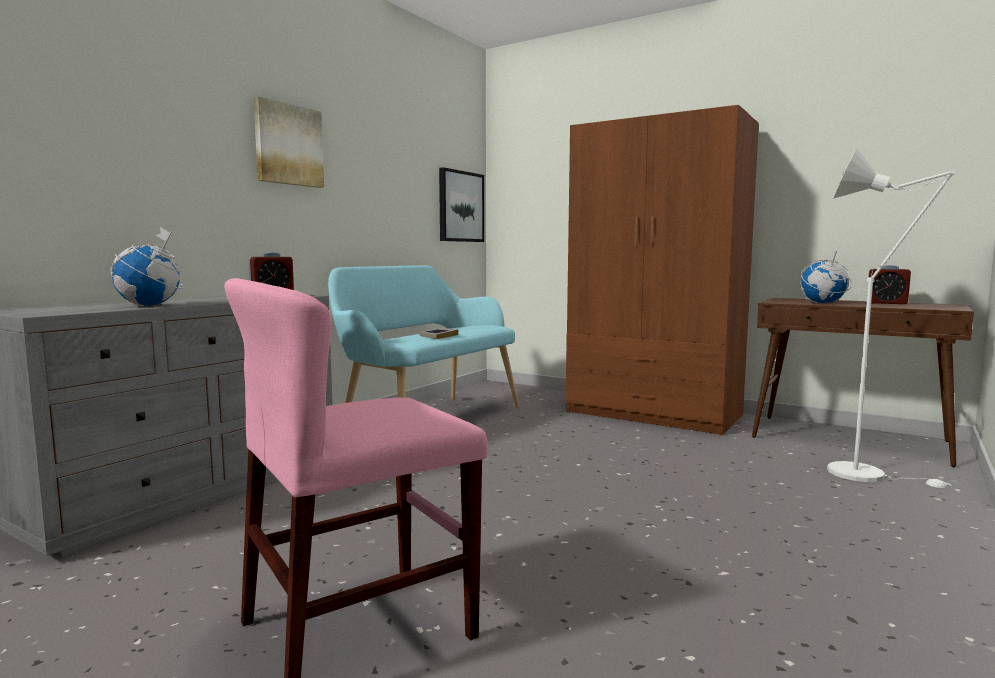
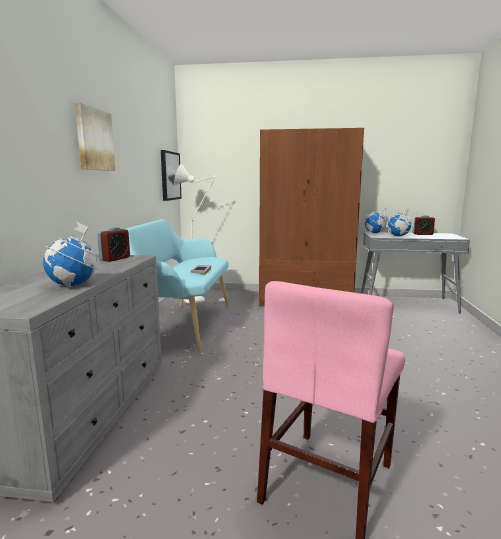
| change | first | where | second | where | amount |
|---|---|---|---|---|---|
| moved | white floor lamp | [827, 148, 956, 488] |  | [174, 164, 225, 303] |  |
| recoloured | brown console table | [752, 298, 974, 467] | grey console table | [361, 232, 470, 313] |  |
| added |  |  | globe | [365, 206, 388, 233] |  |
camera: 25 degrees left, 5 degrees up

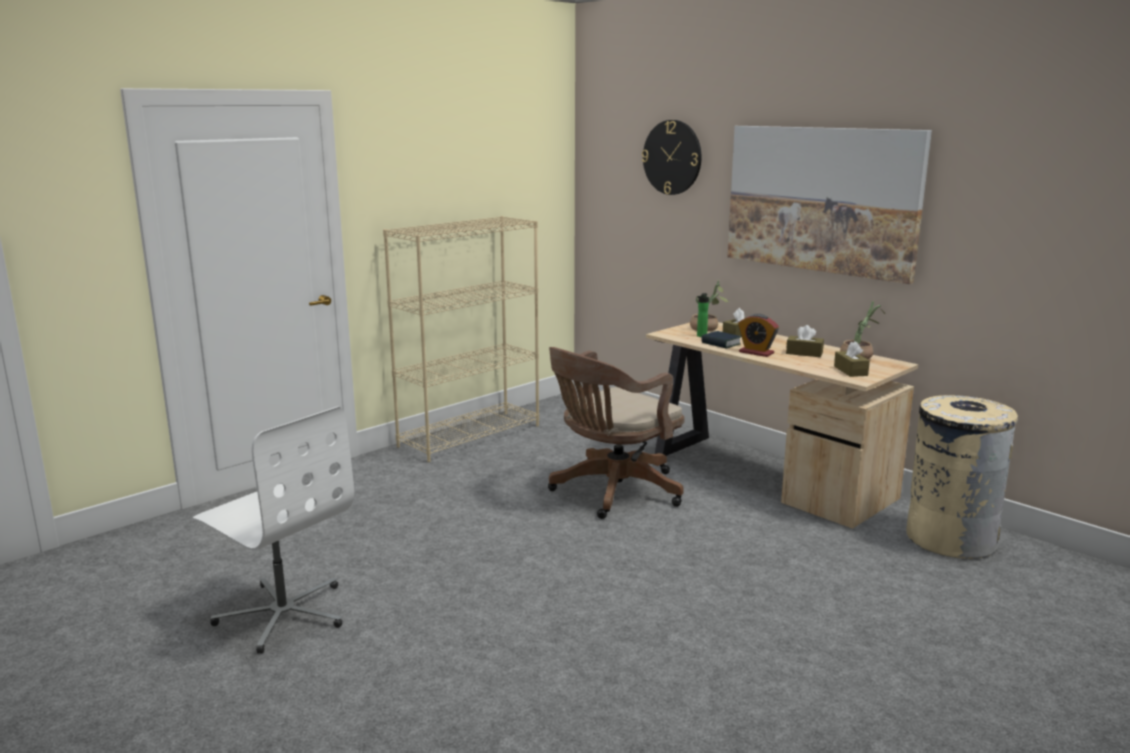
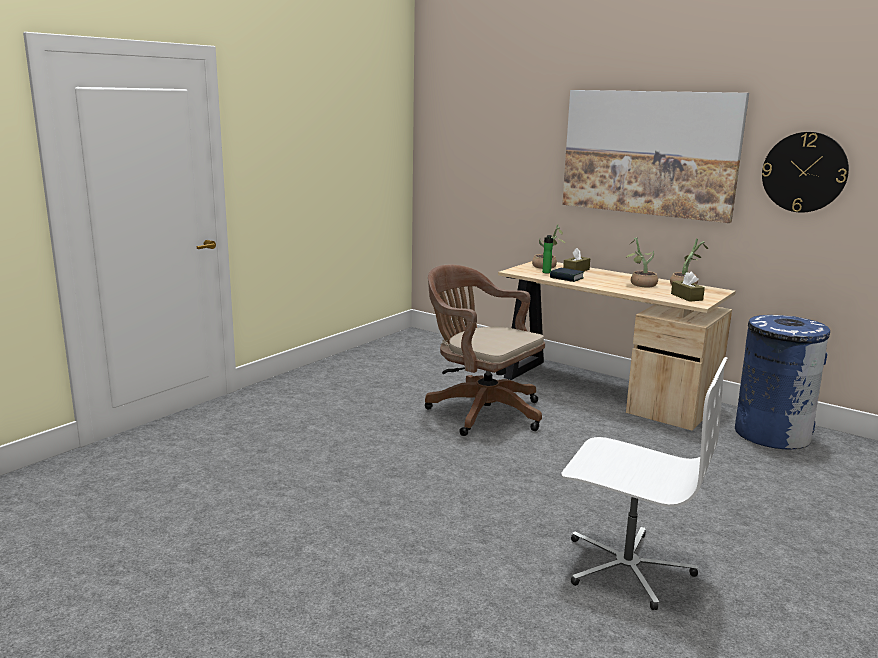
| change | first | where | second | where | amount |
|---|---|---|---|---|---|
| turned | brown office chair | [548, 347, 684, 519] |  | [424, 265, 545, 436] | 90 degrees clockwise |
| moved | white office chair | [193, 406, 354, 654] |  | [561, 357, 728, 610] |  |
| replaced | brown tissue box | [786, 325, 824, 357] | potted plant | [626, 237, 658, 287] |  |
| recoloured | beige trash can | [906, 395, 1018, 559] | blue trash can | [735, 315, 830, 449] |  |
| moved | wall clock | [642, 120, 702, 195] |  | [762, 132, 849, 212] |  |
| removed | beige bookcase | [383, 216, 539, 462] |  |  |  |
| removed | alarm clock | [738, 314, 779, 357] |  |  |  |
camera: 10 degrees left, 0 degrees up

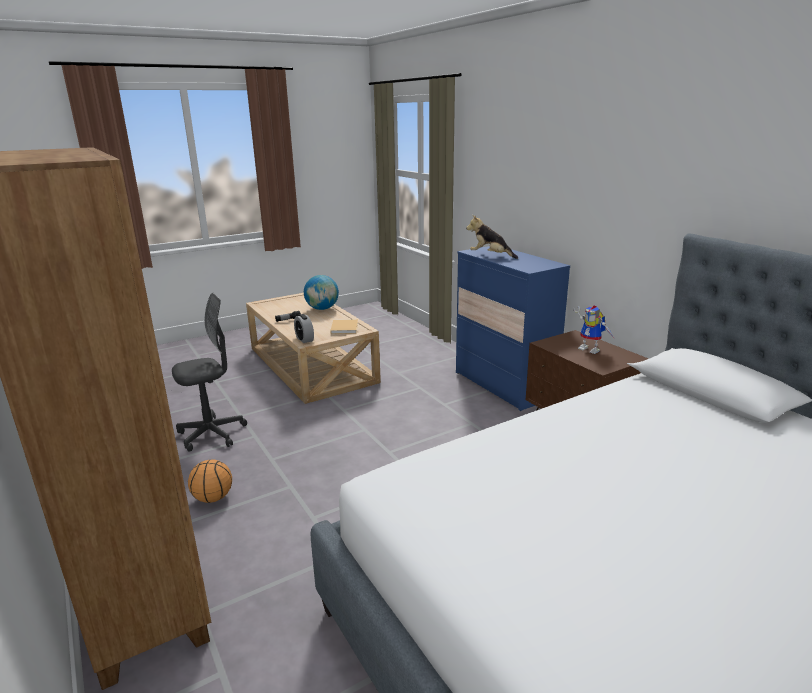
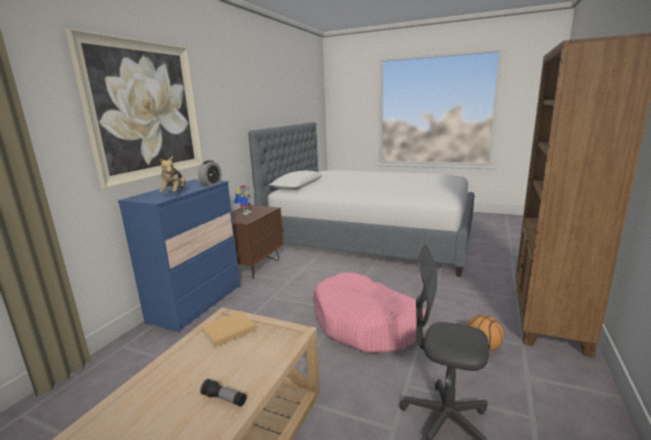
| change | first | where | second | where | amount |
|---|---|---|---|---|---|
| added |  |  | picture | [65, 28, 203, 188] |  |
| moved | alarm clock | [294, 314, 314, 343] |  | [198, 160, 222, 186] |  |
| added |  |  | pink dog bed | [314, 272, 426, 353] |  |
| removed | globe | [304, 275, 339, 310] |  |  |  |
camera: 125 degrees left, 5 degrees down

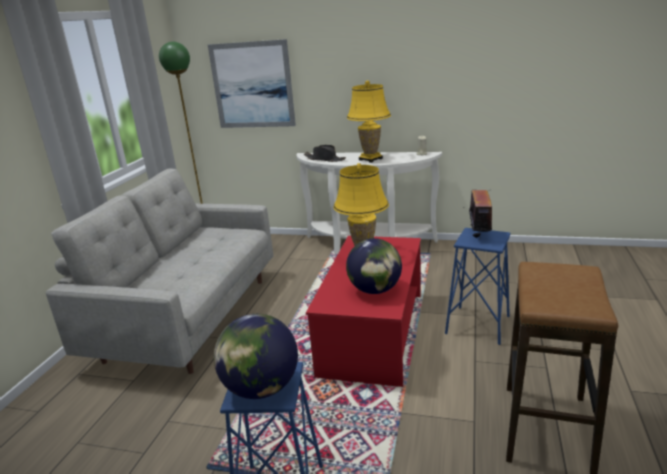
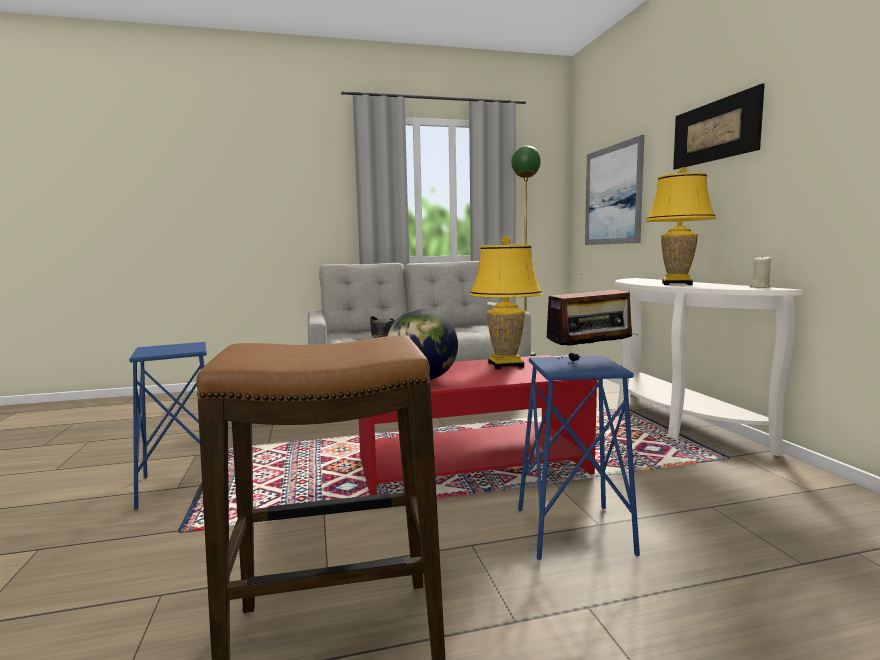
| change | first | where | second | where | amount |
|---|---|---|---|---|---|
| moved | black hat | [304, 145, 346, 162] |  | [370, 316, 395, 338] |  |
| added |  |  | picture | [673, 84, 765, 170] |  |
| removed | globe | [214, 314, 298, 399] |  |  |  |
camera: 60 degrees right, 15 degrees down

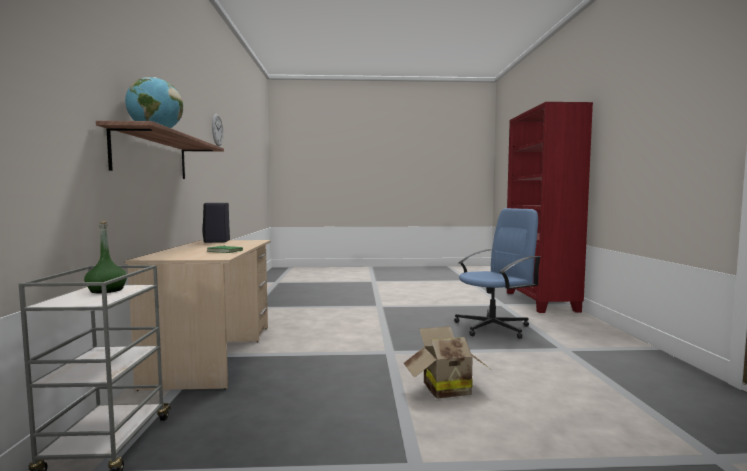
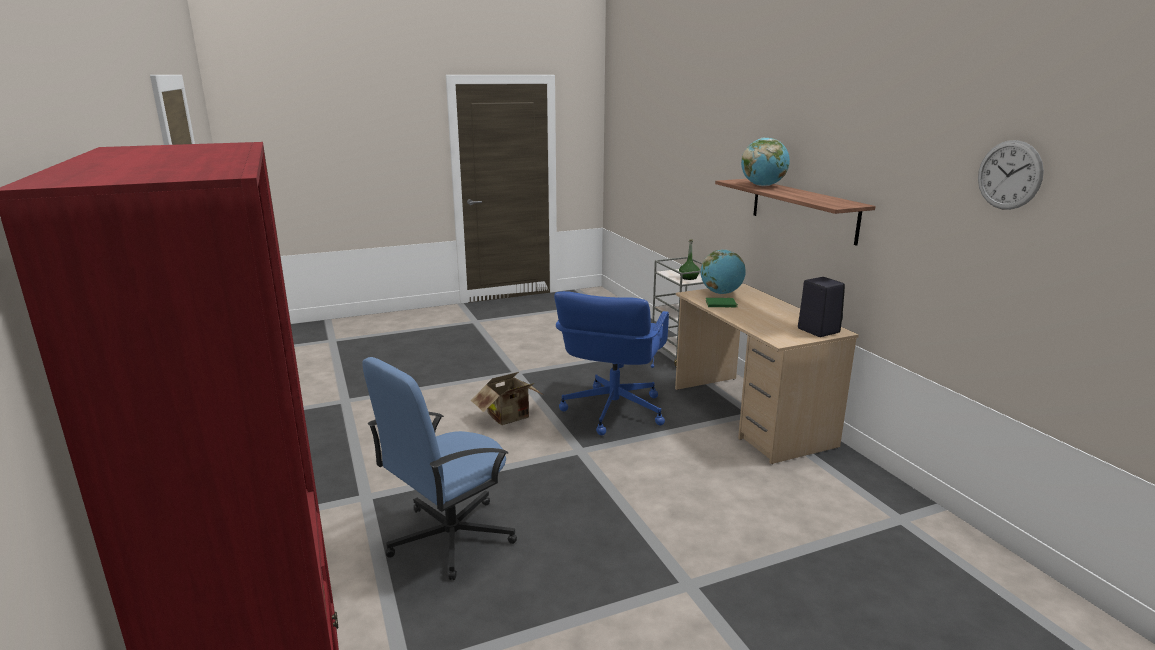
| change | first | where | second | where | amount |
|---|---|---|---|---|---|
| added |  |  | blue office chair | [554, 291, 669, 435] |  |
| added |  |  | globe | [701, 249, 746, 294] |  |
camera: 160 degrees right, 15 degrees up

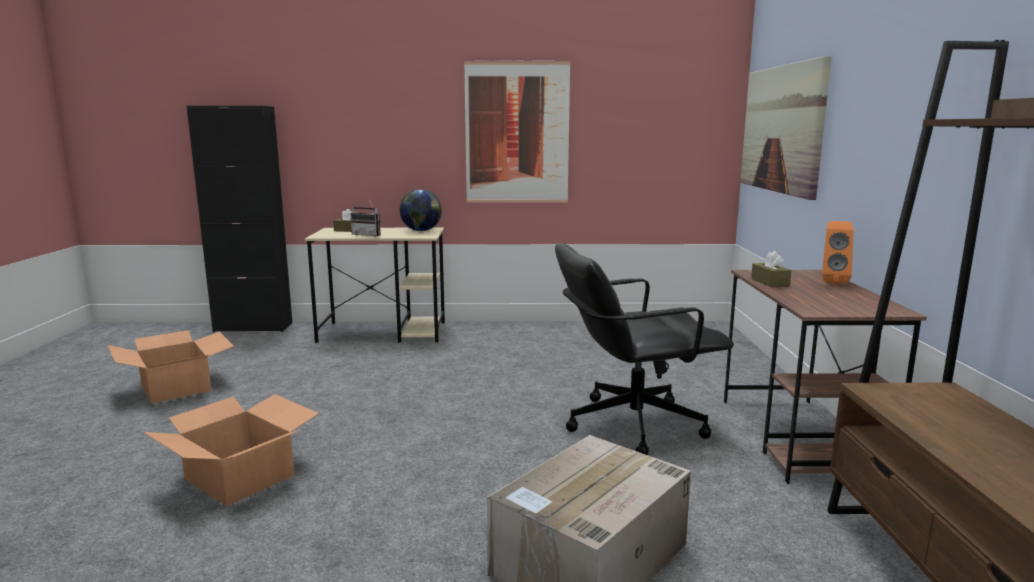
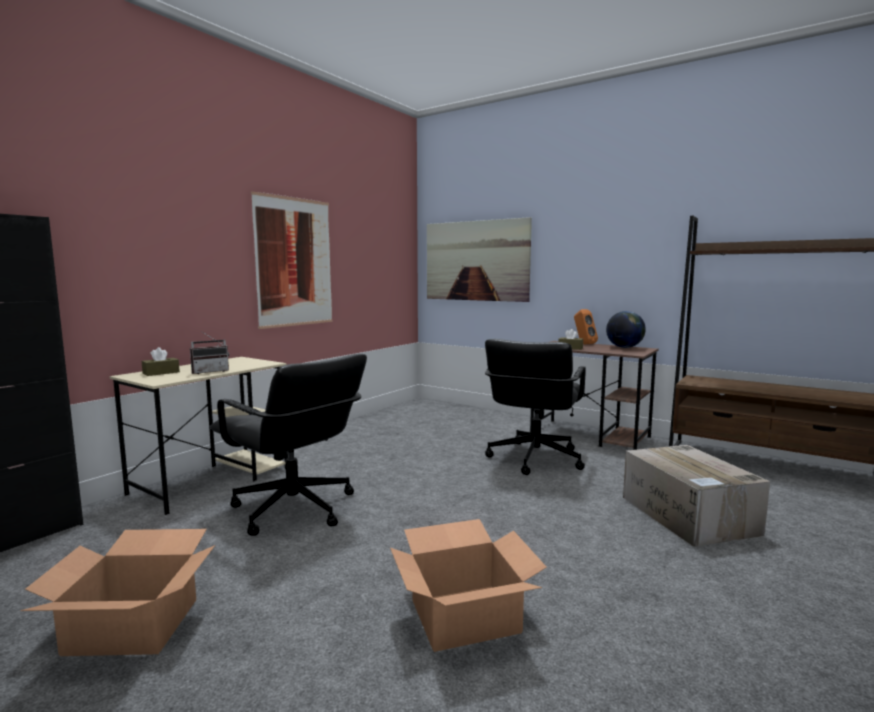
| change | first | where | second | where | amount |
|---|---|---|---|---|---|
| added |  |  | black office chair | [210, 354, 367, 536] |  |
| moved | globe | [400, 189, 442, 231] |  | [606, 311, 646, 348] |  |
camera: 55 degrees left, 5 degrees down

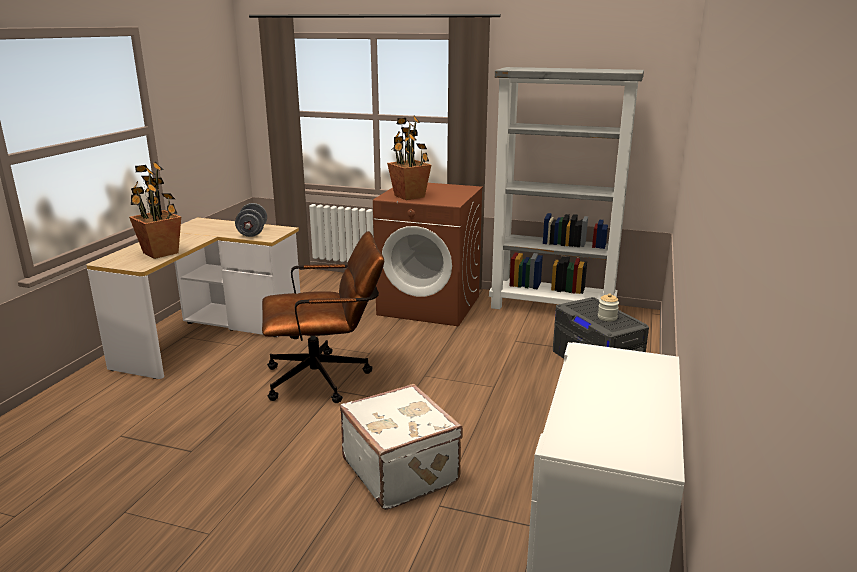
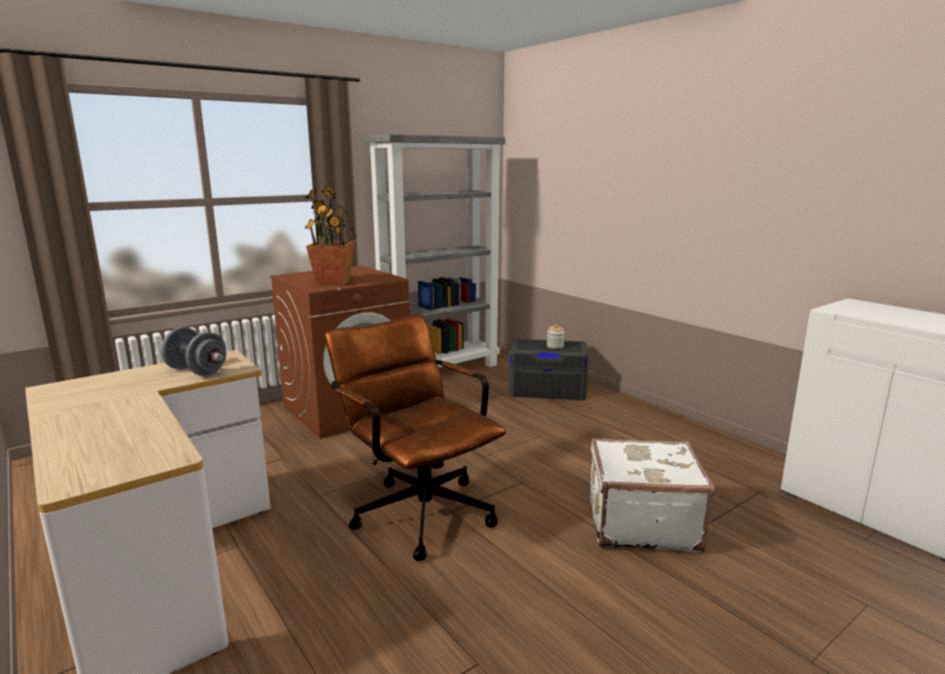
| change | first | where | second | where | amount |
|---|---|---|---|---|---|
| turned | brown office chair | [262, 231, 384, 403] |  | [325, 314, 506, 561] | 60 degrees counterclockwise |
| removed | potted plant | [129, 162, 181, 259] |  |  |  |
camera: 55 degrees left, 5 degrees down

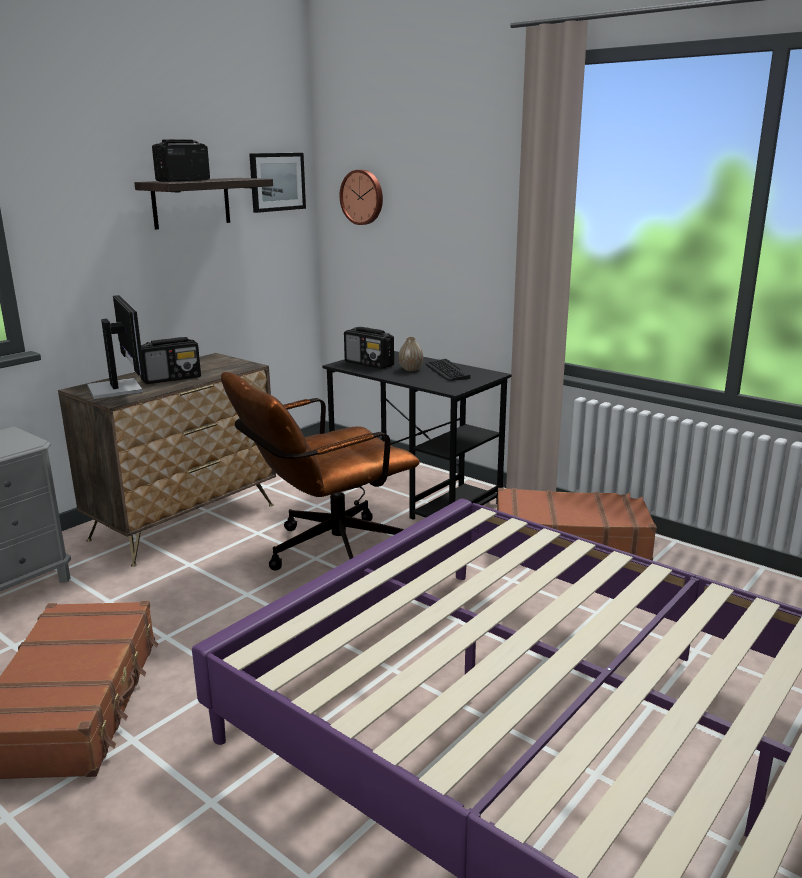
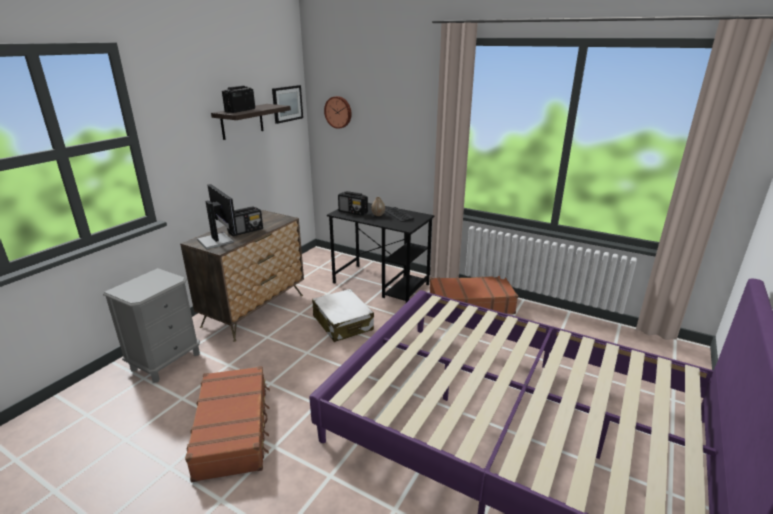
| change | first | where | second | where | amount |
|---|---|---|---|---|---|
| replaced | brown office chair | [221, 372, 420, 571] | white suitcase | [312, 289, 374, 342] |  |
camera: 10 degrees left, 5 degrees up

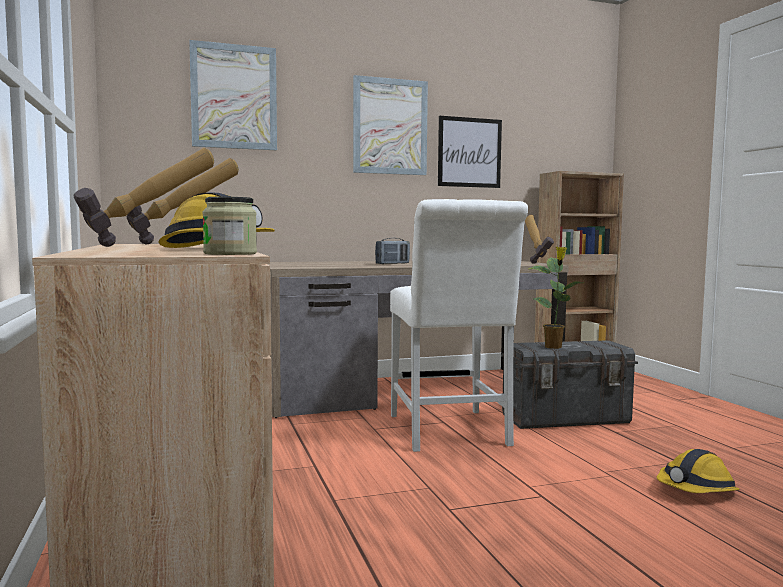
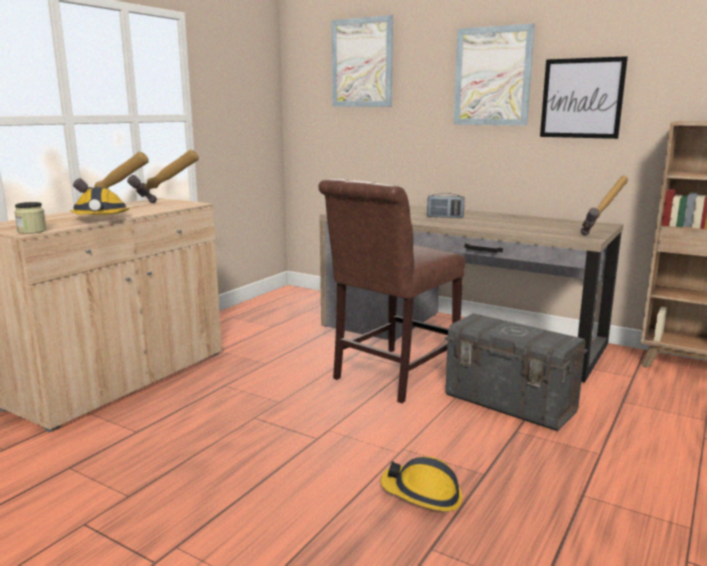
| change | first | where | second | where | amount |
|---|---|---|---|---|---|
| recoloured | white chair | [390, 199, 528, 452] | brown chair | [318, 179, 465, 403] |  |
| removed | potted plant | [529, 247, 582, 349] |  |  |  |
camera: 50 degrees right, 10 degrees up

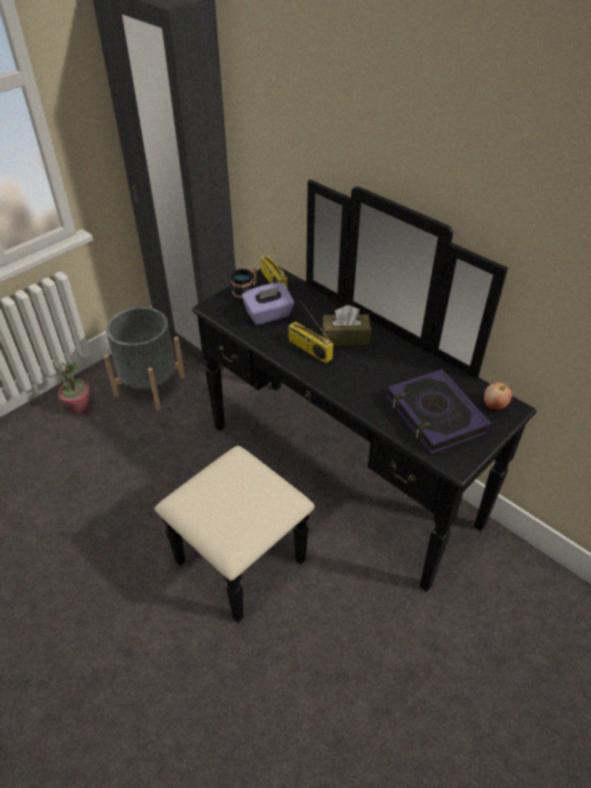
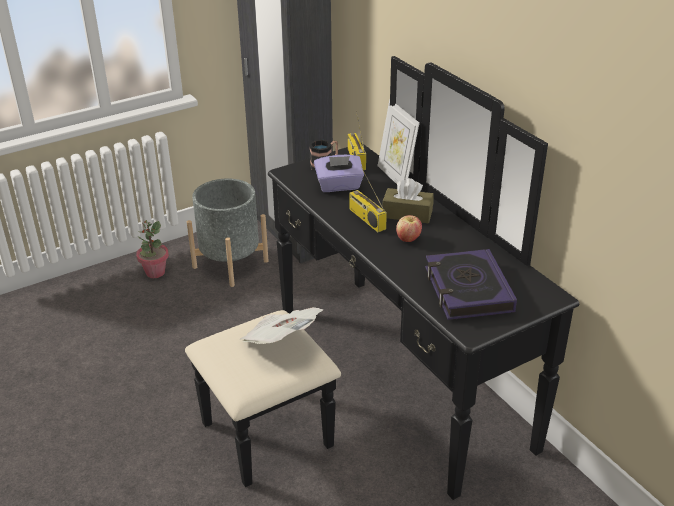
| change | first | where | second | where | amount |
|---|---|---|---|---|---|
| added |  |  | newspaper | [239, 307, 323, 344] |  |
| added |  |  | picture frame | [377, 99, 420, 184] |  |
| moved | apple | [484, 382, 512, 410] |  | [396, 215, 422, 242] |  |
camera: 15 degrees right, 10 degrees down

